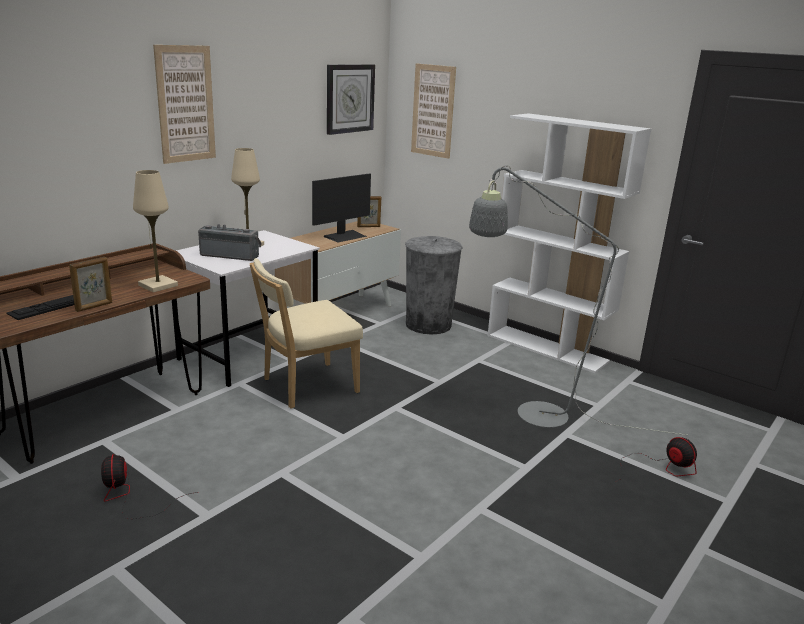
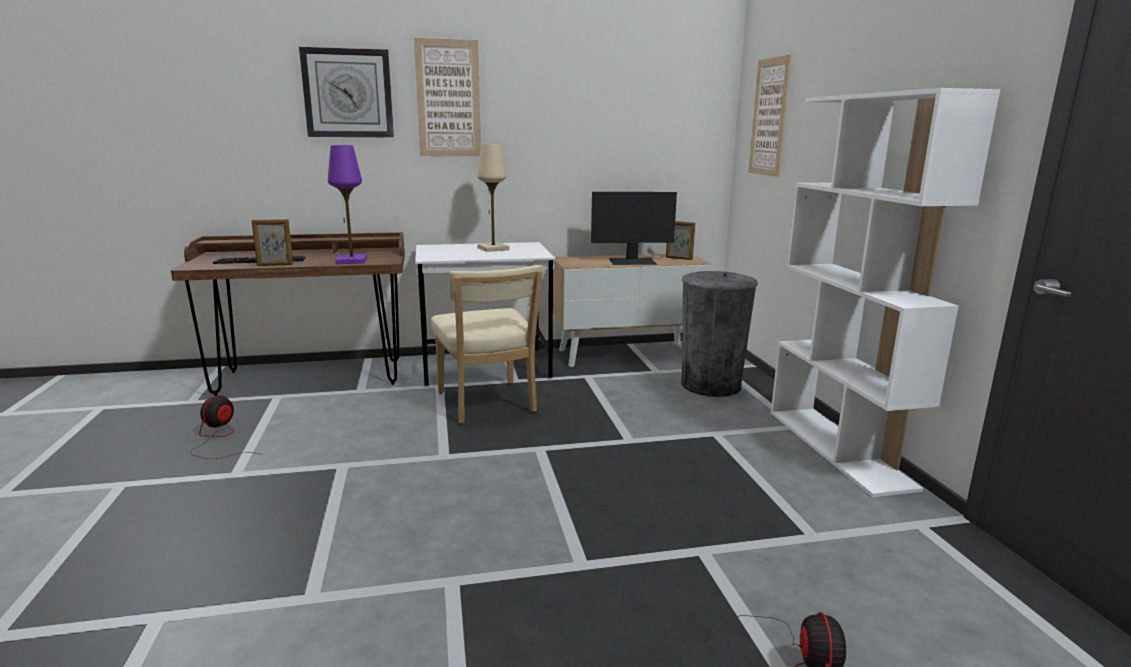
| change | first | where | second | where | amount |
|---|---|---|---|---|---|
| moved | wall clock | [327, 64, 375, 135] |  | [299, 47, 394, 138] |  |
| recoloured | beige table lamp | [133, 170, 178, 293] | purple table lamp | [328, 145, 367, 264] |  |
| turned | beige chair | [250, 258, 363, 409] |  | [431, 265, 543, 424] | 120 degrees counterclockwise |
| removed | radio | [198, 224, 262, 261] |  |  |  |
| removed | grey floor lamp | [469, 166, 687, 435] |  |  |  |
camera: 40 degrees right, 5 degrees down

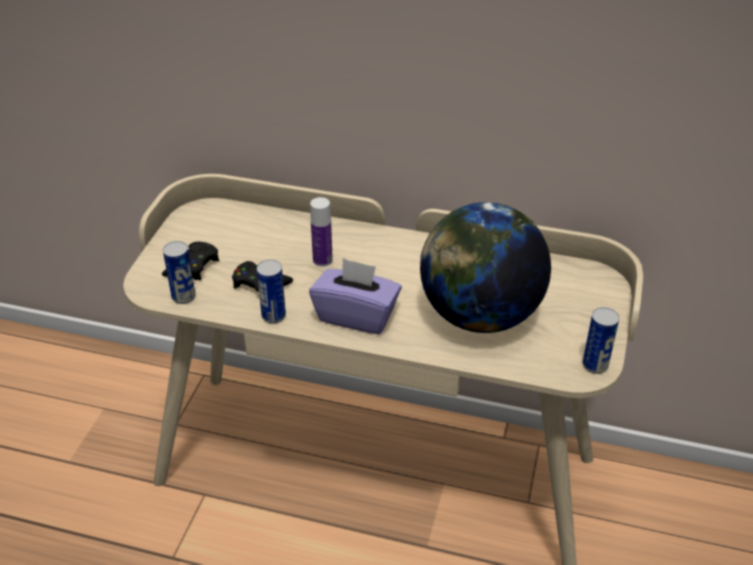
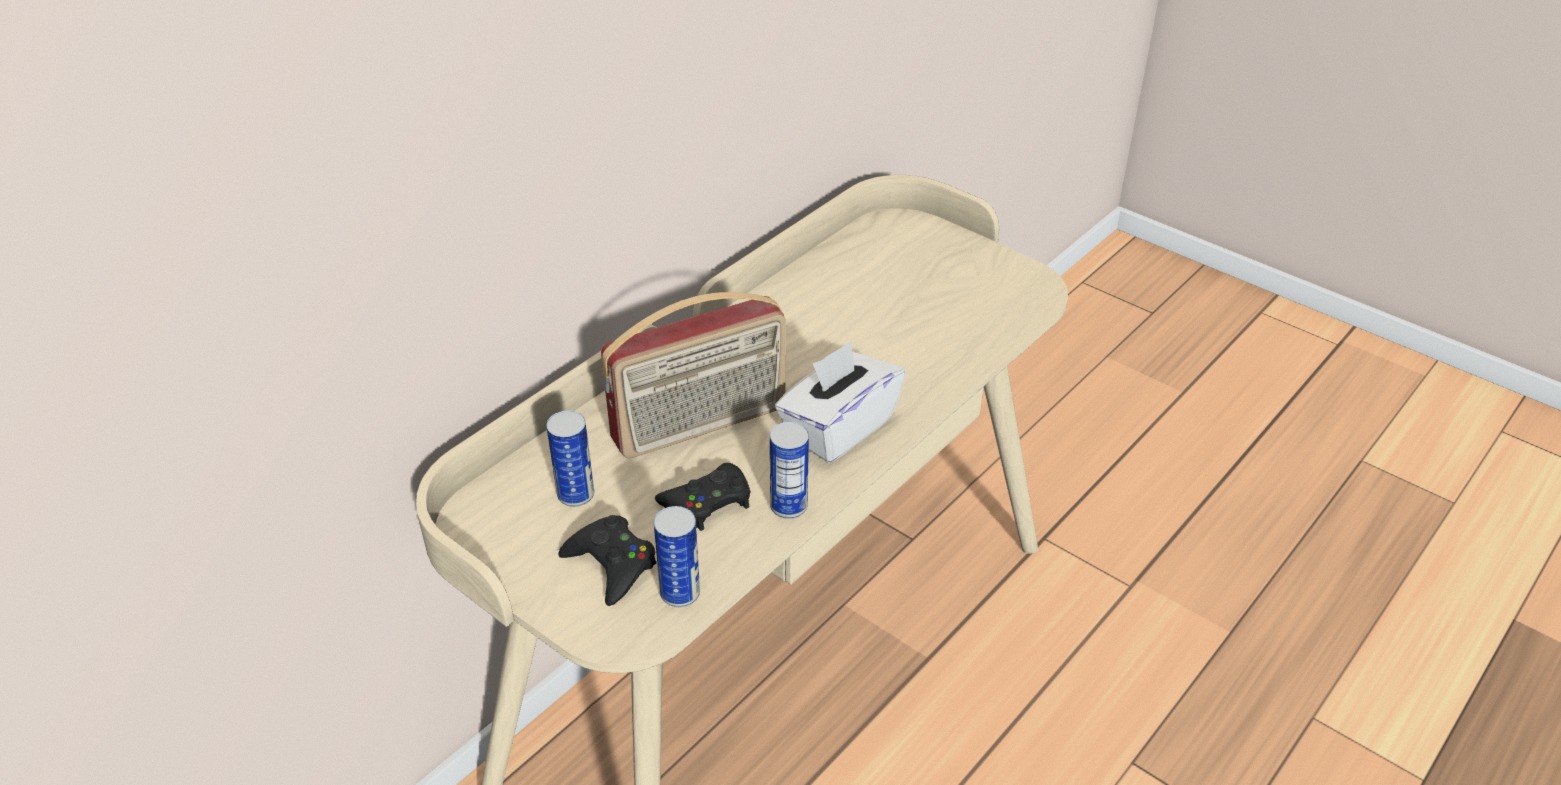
| change | first | where | second | where | amount |
|---|---|---|---|---|---|
| moved | can | [583, 307, 619, 374] |  | [546, 410, 594, 507] |  |
| replaced | bottle | [310, 197, 333, 267] | radio | [601, 292, 786, 458] |  |
| recoloured | purple tissue box | [309, 258, 402, 334] | white tissue box | [775, 341, 906, 463] |  |
| removed | globe | [420, 202, 551, 333] |  |  |  |
camera: 65 degrees left, 0 degrees up

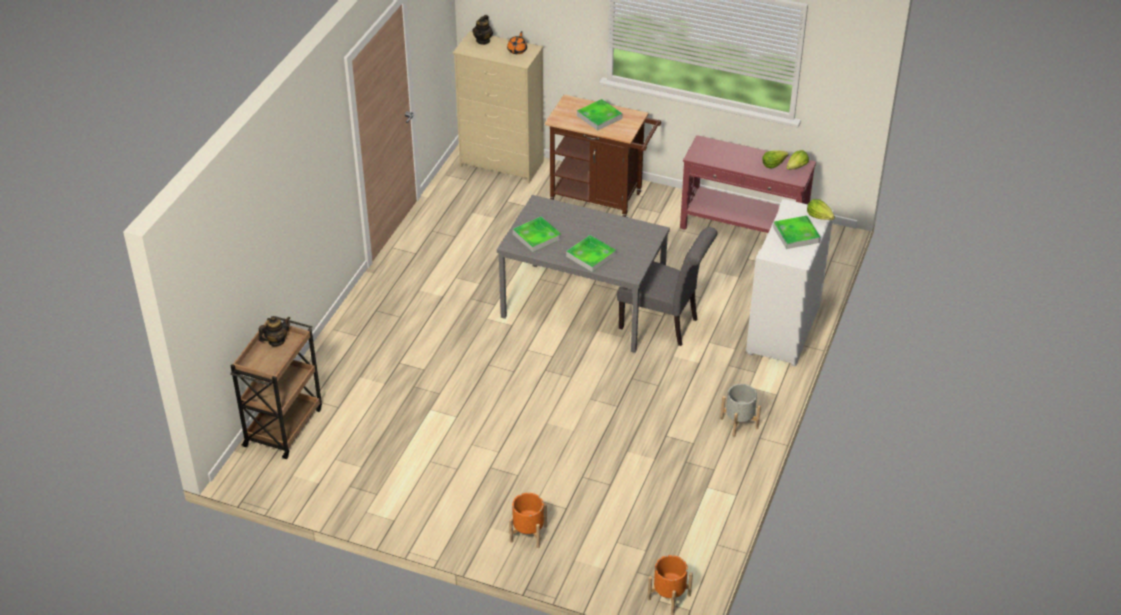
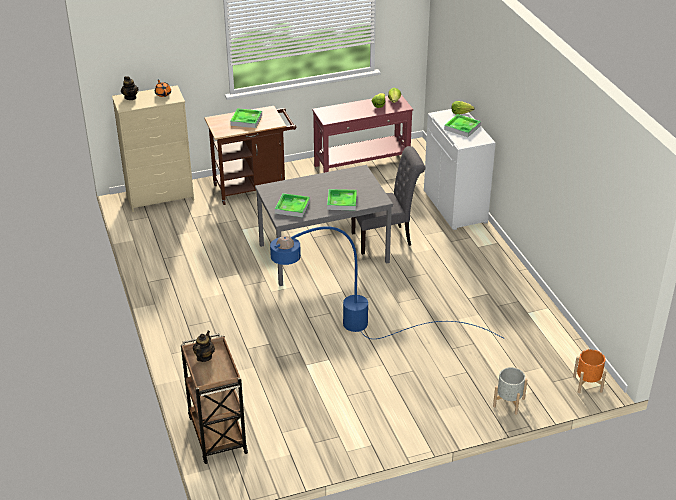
| change | first | where | second | where | amount |
|---|---|---|---|---|---|
| added |  |  | blue floor lamp | [270, 226, 503, 339] |  |
| moved | grey planter | [720, 384, 761, 437] |  | [493, 367, 528, 415] |  |
| removed | orange planter | [509, 493, 547, 548] |  |  |  |
camera: 40 degrees left, 5 degrees down

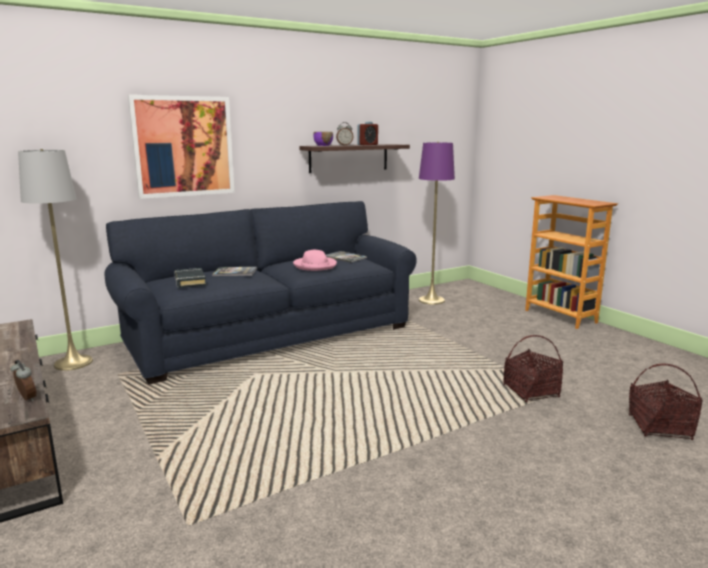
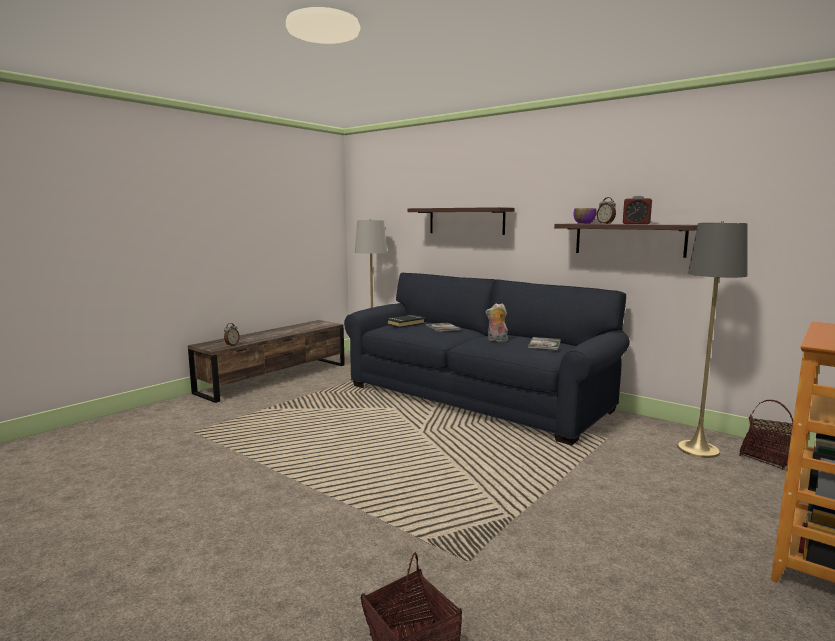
| change | first | where | second | where | amount |
|---|---|---|---|---|---|
| replaced | picture | [128, 95, 235, 199] | shelf | [408, 207, 514, 235] |  |
| replaced | pink hat | [293, 250, 337, 271] | plush toy | [485, 303, 508, 342] |  |
| recoloured | purple floor lamp | [419, 142, 455, 305] | grey floor lamp | [677, 221, 748, 458] |  |
| moved | basket | [503, 335, 563, 402] |  | [739, 400, 793, 470] |  |
camera: 70 degrees right, 5 degrees down

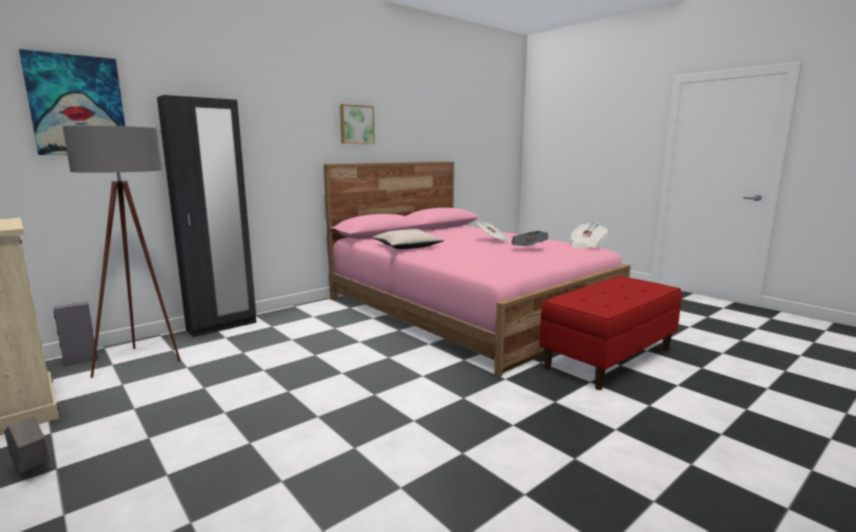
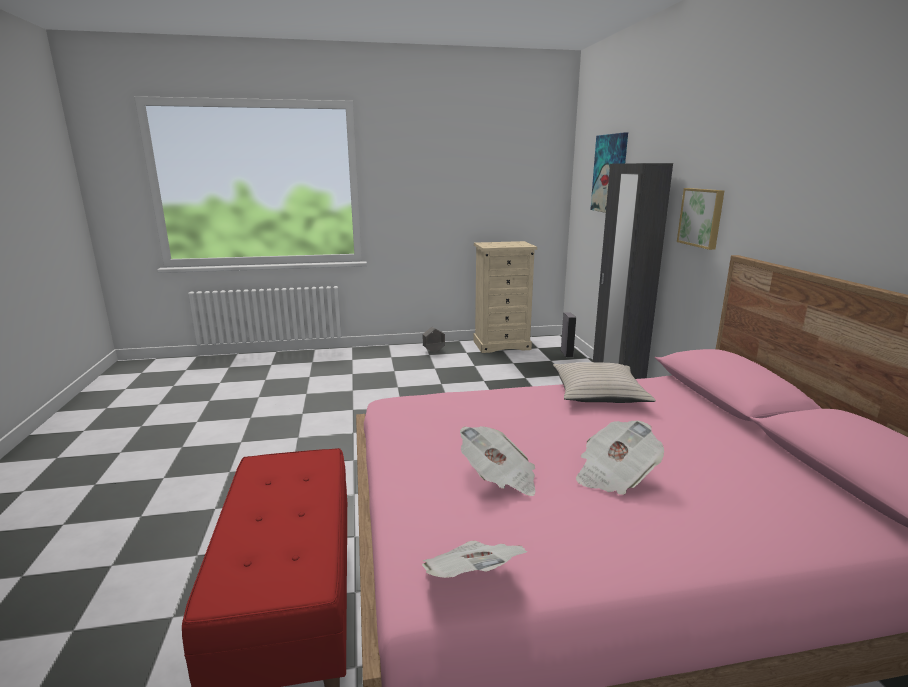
| change | first | where | second | where | amount |
|---|---|---|---|---|---|
| moved | picture | [340, 104, 375, 144] |  | [677, 188, 724, 250] |  |
| removed | grey floor lamp | [63, 126, 181, 378] |  |  |  |
camera: 120 degrees right, 5 degrees up

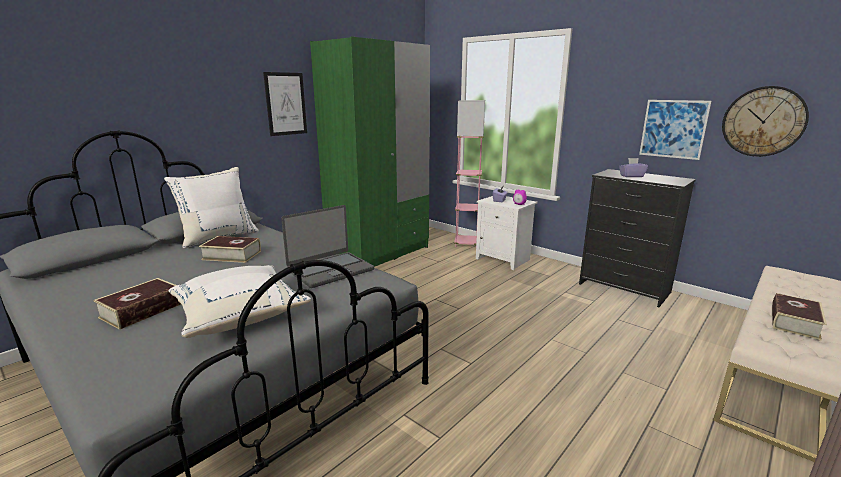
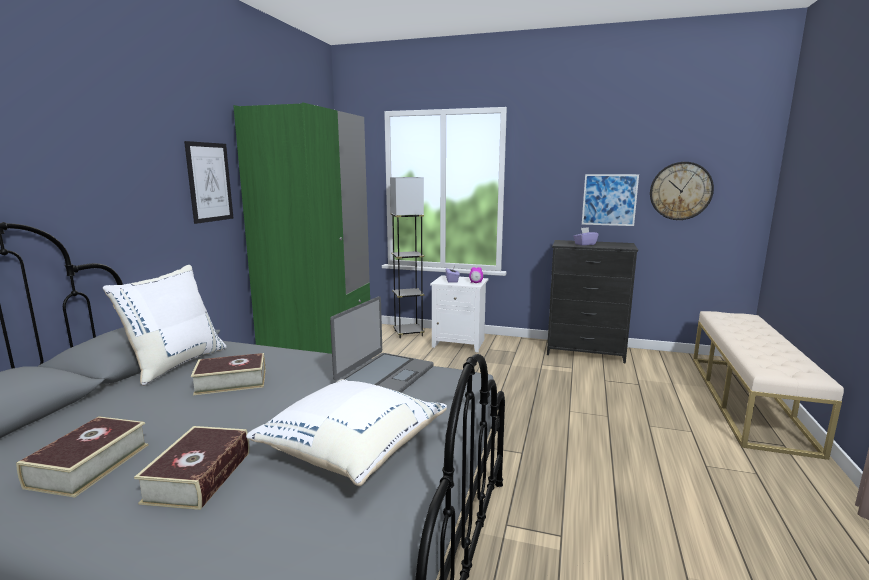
| change | first | where | second | where | amount |
|---|---|---|---|---|---|
| moved | book | [772, 293, 827, 340] |  | [16, 416, 149, 498] |  |
| recoloured | pink floor lamp | [454, 100, 485, 247] | grey floor lamp | [390, 177, 425, 338] |  |
camera: 25 degrees left, 5 degrees down

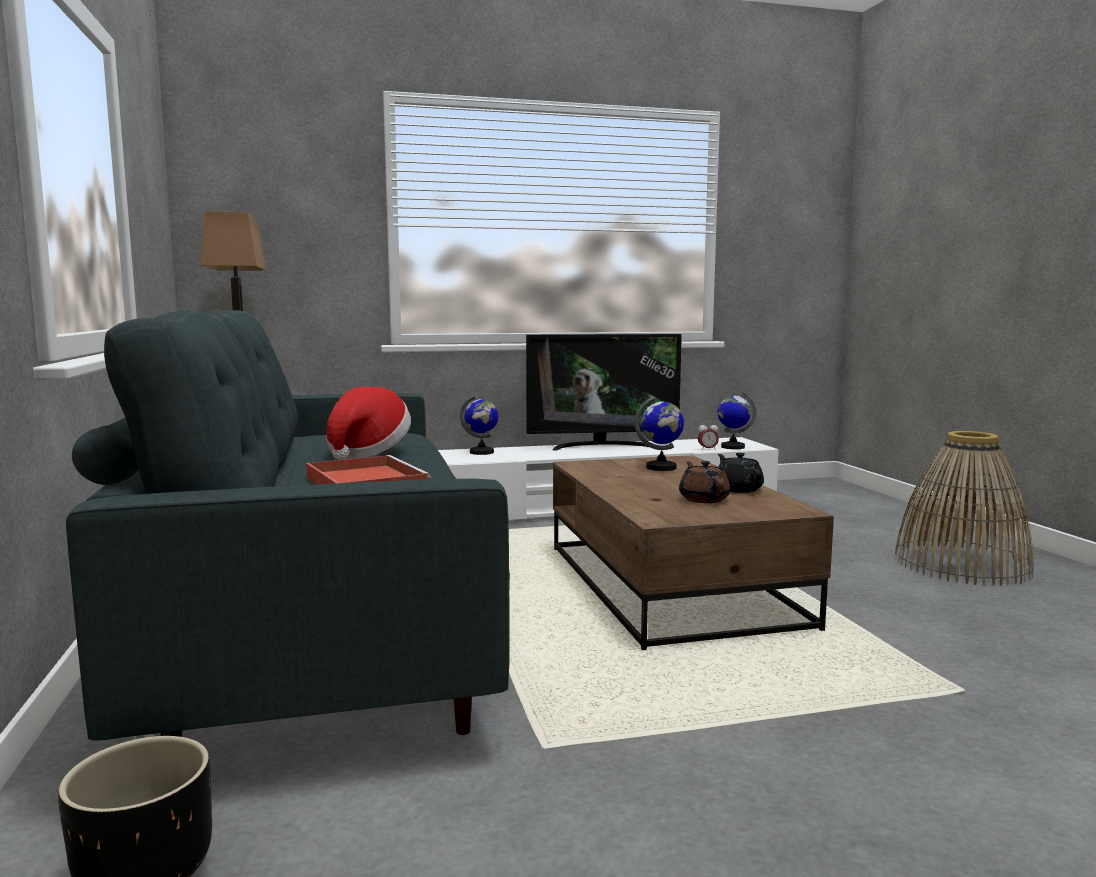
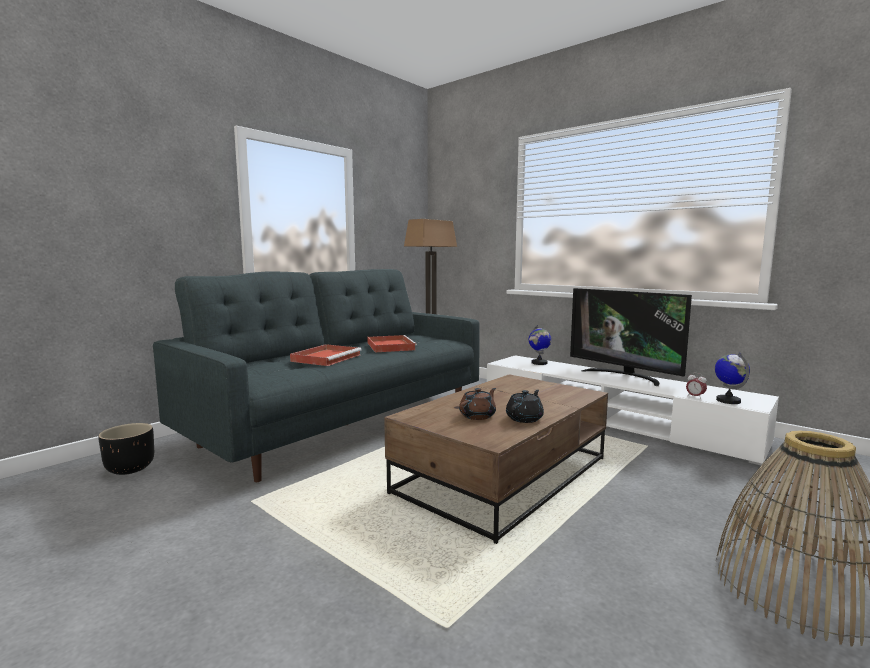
| change | first | where | second | where | amount |
|---|---|---|---|---|---|
| replaced | hat | [326, 387, 411, 460] | red tray | [367, 335, 417, 352] |  |
| removed | globe | [634, 396, 684, 471] |  |  |  |
camera: 55 degrees right, 0 degrees up

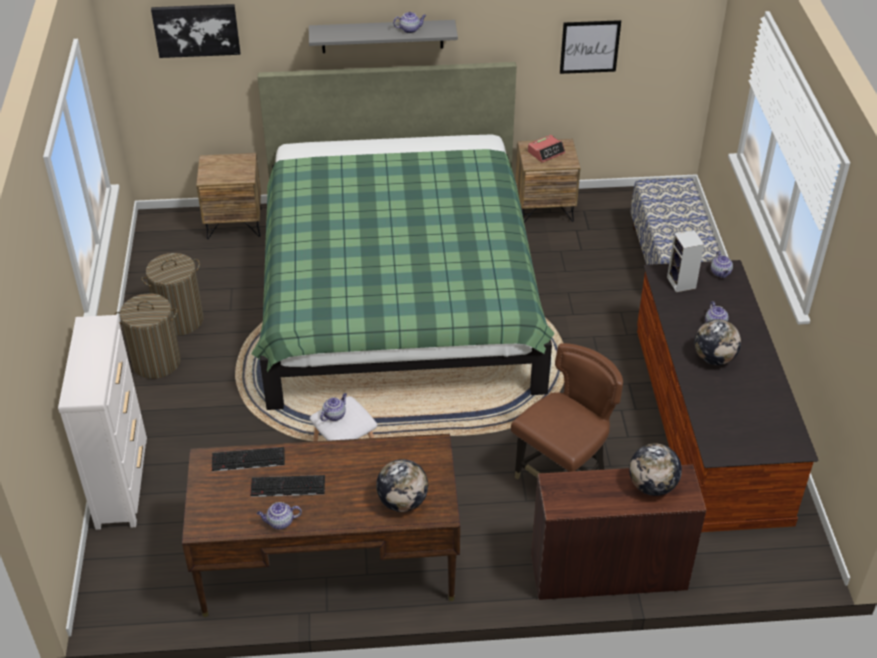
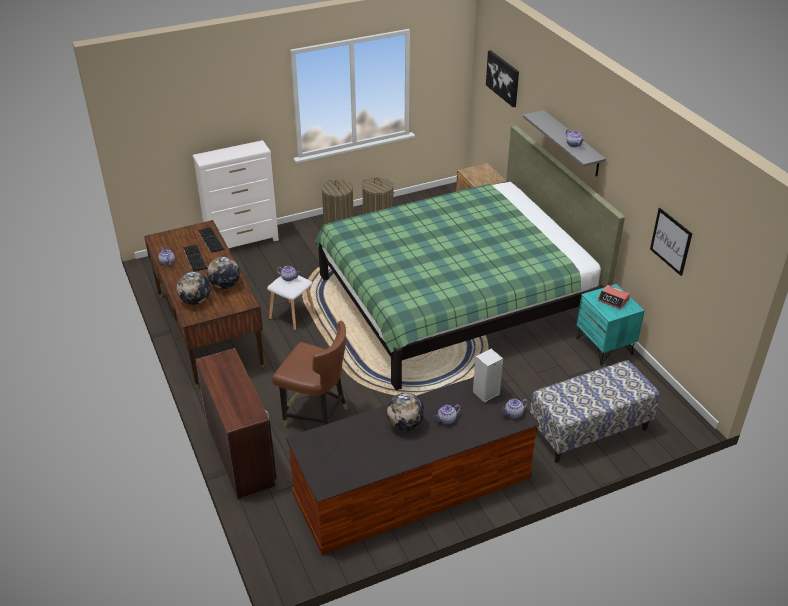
| change | first | where | second | where | amount |
|---|---|---|---|---|---|
| moved | globe | [629, 443, 682, 496] |  | [207, 257, 240, 289] |  |
| recoloured | brown nightstand | [516, 139, 580, 223] | turquoise nightstand | [576, 284, 645, 365] |  |
camera: 70 degrees right, 5 degrees down

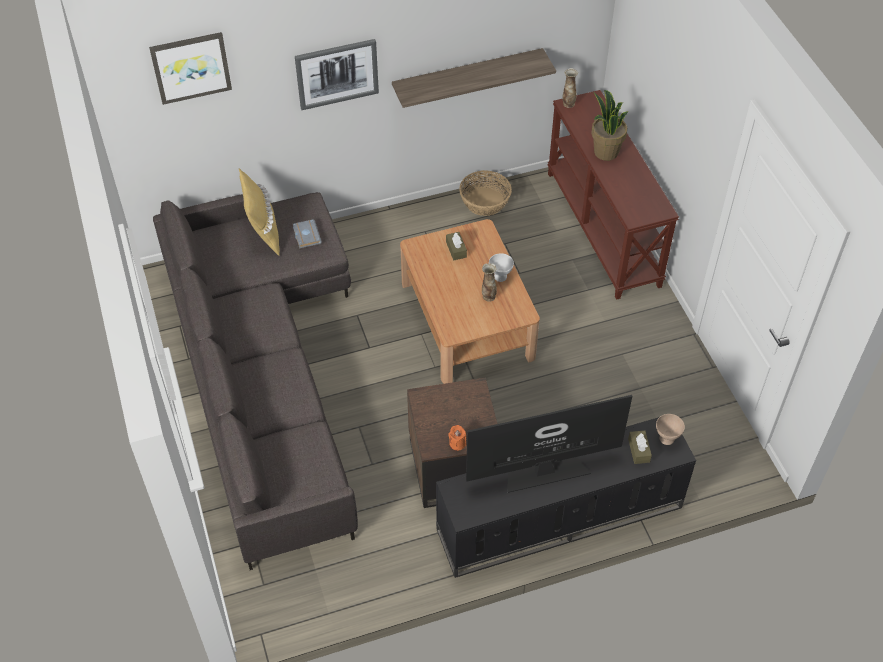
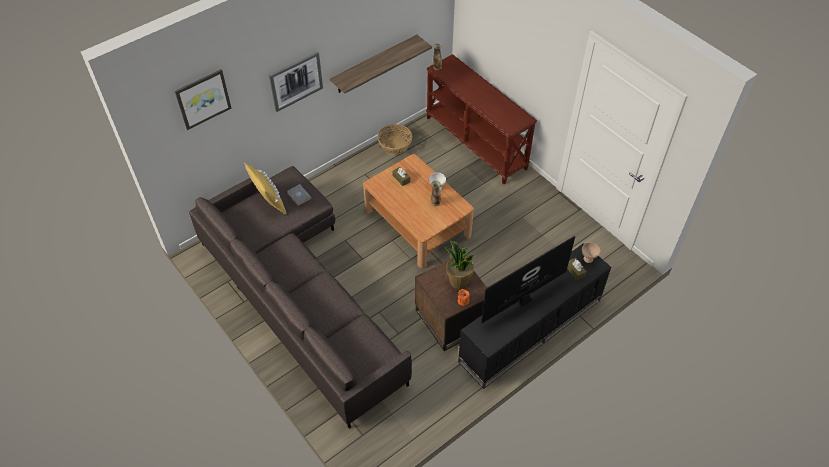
| change | first | where | second | where | amount |
|---|---|---|---|---|---|
| moved | potted plant | [591, 90, 629, 161] |  | [444, 241, 474, 289] |  |
camera: 20 degrees left, 0 degrees up

